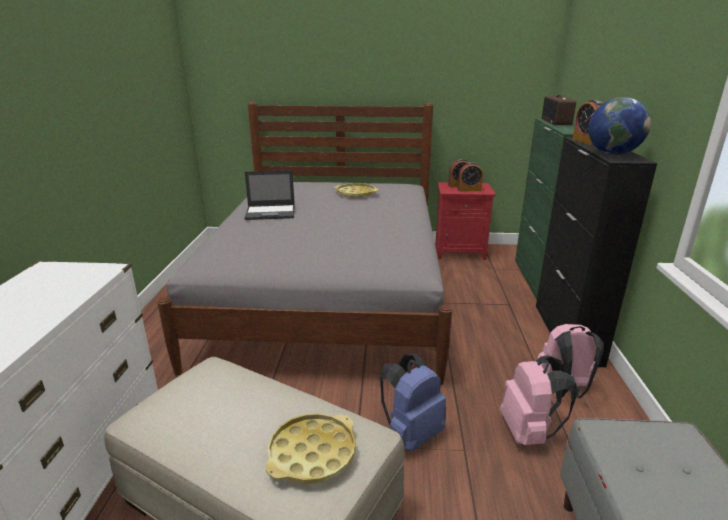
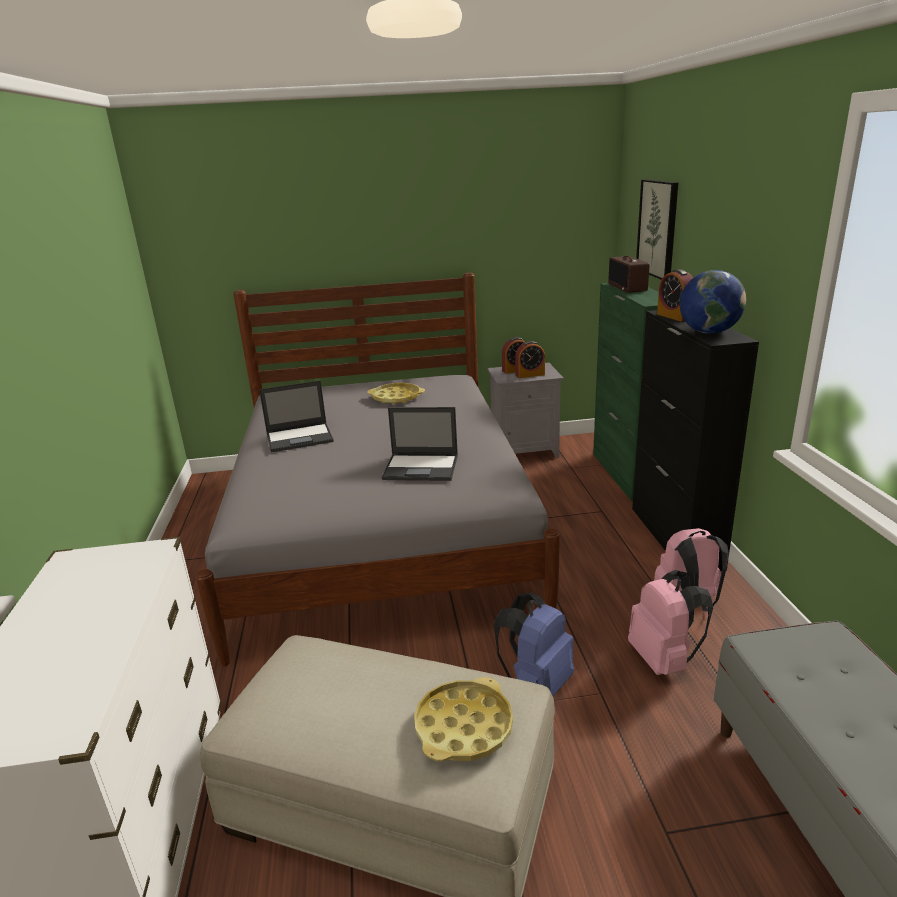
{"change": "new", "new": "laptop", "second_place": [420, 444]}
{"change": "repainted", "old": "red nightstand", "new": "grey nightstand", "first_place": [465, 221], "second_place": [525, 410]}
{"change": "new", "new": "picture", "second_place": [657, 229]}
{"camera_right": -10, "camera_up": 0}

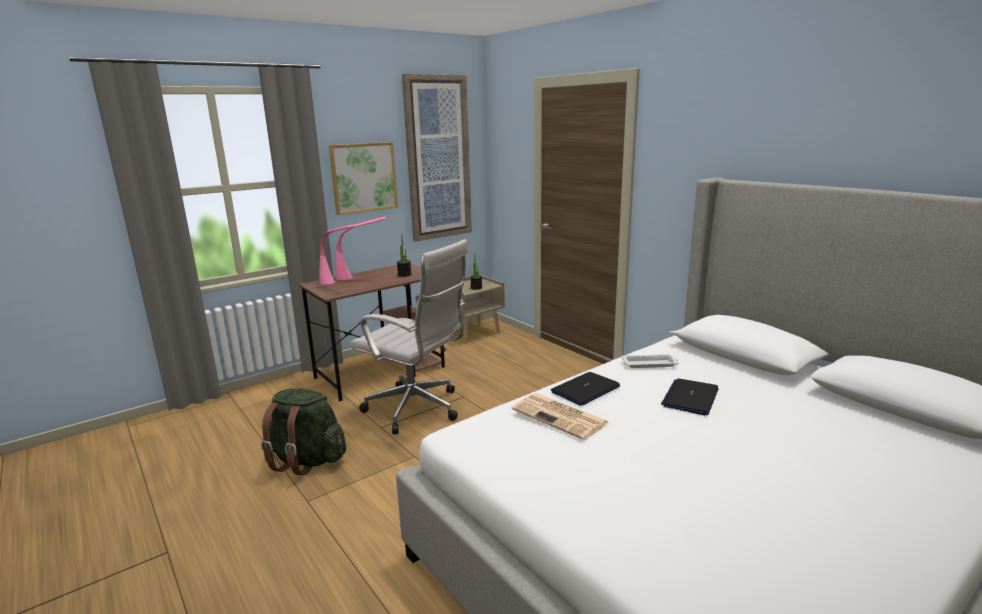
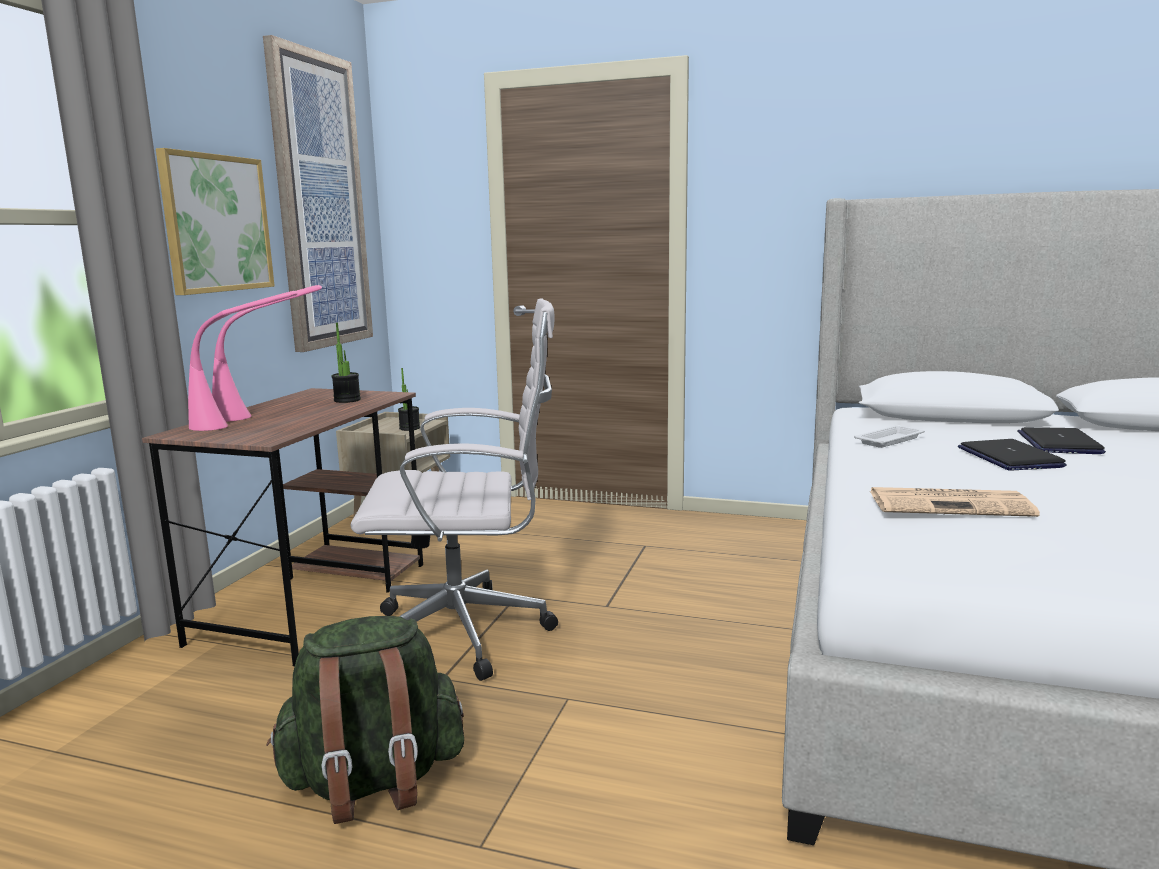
{"change": "shifted", "old": "laptop", "first_place": [585, 389], "second_place": [1062, 440]}
{"camera_right": -35, "camera_up": -5}

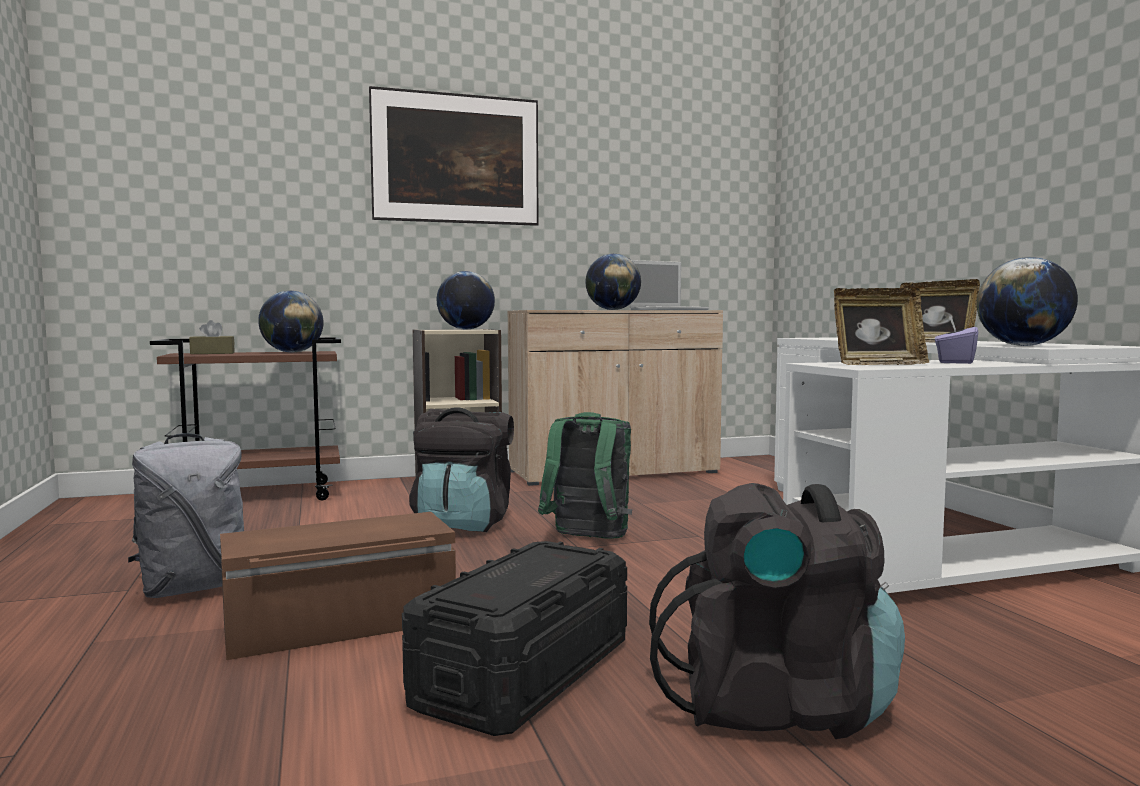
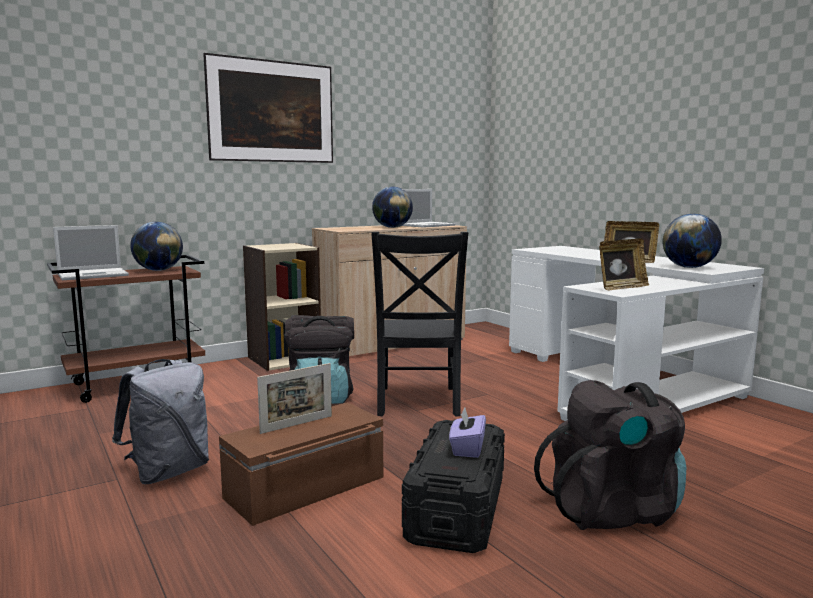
{"change": "swapped", "old": "brown tissue box", "new": "laptop", "first_place": [212, 337], "second_place": [91, 252]}
{"change": "new", "new": "picture frame", "second_place": [294, 398]}
{"change": "swapped", "old": "green backpack", "new": "black chair", "first_place": [585, 475], "second_place": [419, 324]}
{"change": "shifted", "old": "purple tissue box", "first_place": [956, 340], "second_place": [467, 432]}
{"change": "gone", "old": "globe", "first_place": [466, 300]}
{"camera_right": -15, "camera_up": 5}

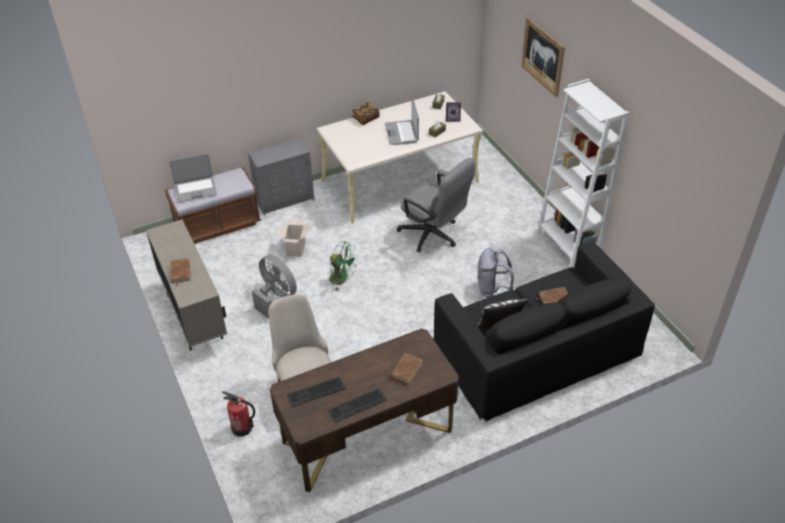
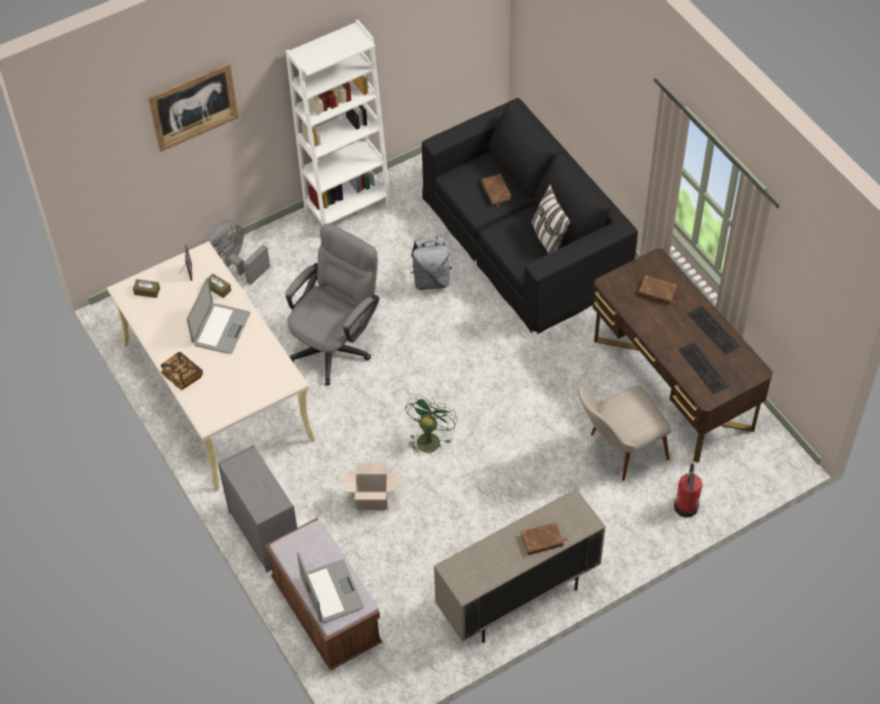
{"change": "rotated", "old": "laptop", "first_place": [402, 121], "second_place": [218, 316], "degrees": -60}
{"change": "shifted", "old": "grey fan", "first_place": [274, 287], "second_place": [235, 252]}
{"camera_right": -95, "camera_up": 10}

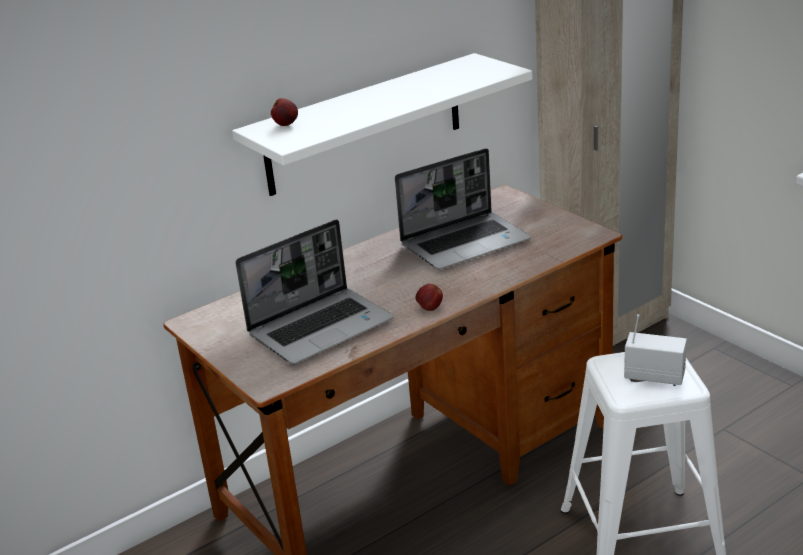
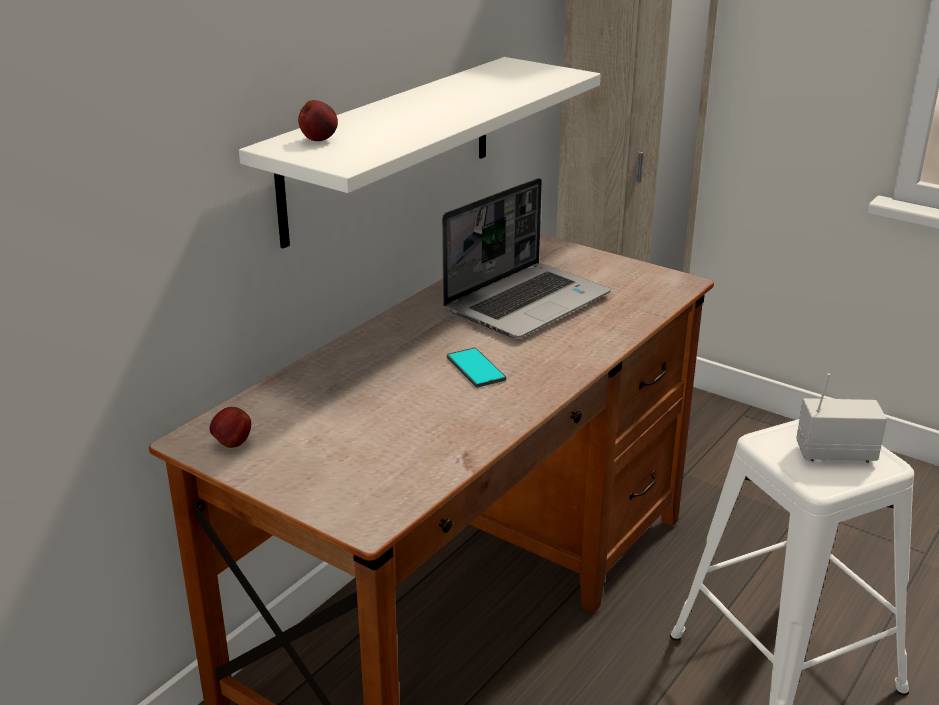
{"change": "shifted", "old": "apple", "first_place": [429, 297], "second_place": [230, 427]}
{"change": "new", "new": "phone", "second_place": [476, 367]}
{"change": "gone", "old": "laptop", "first_place": [314, 292]}
{"camera_right": -20, "camera_up": 0}

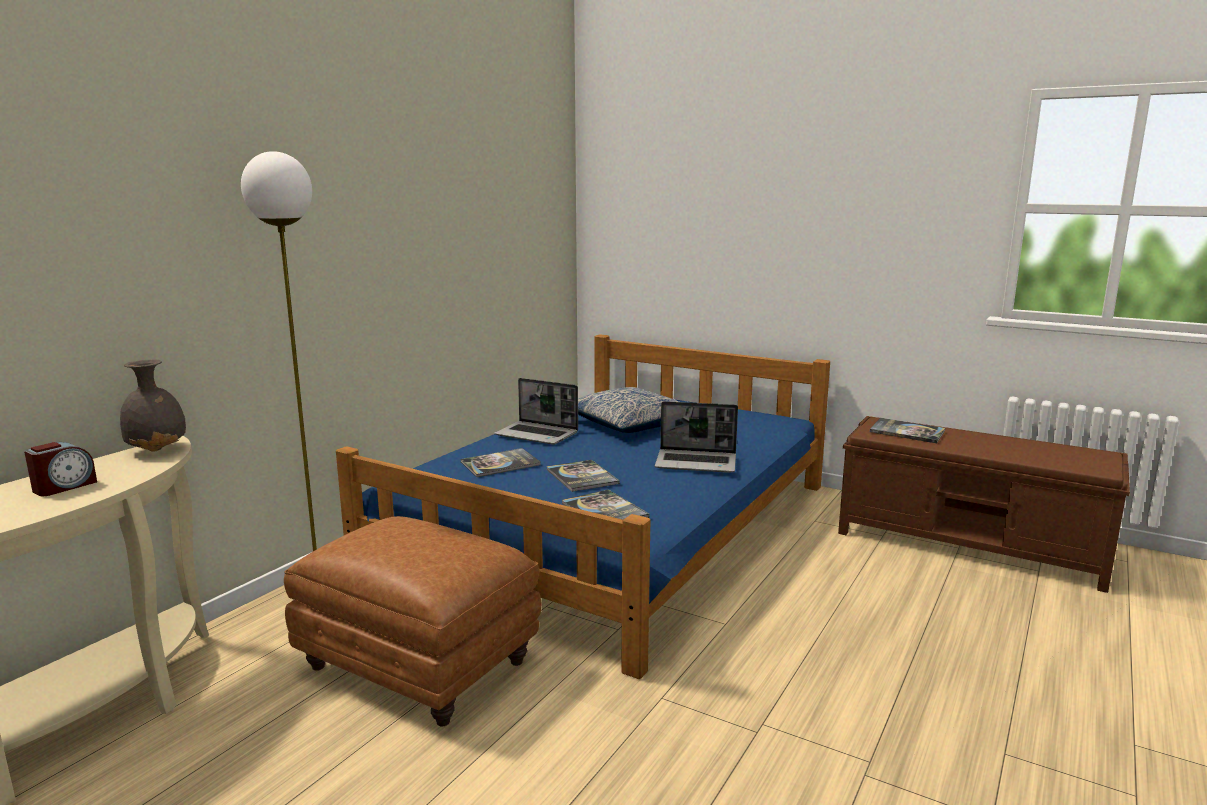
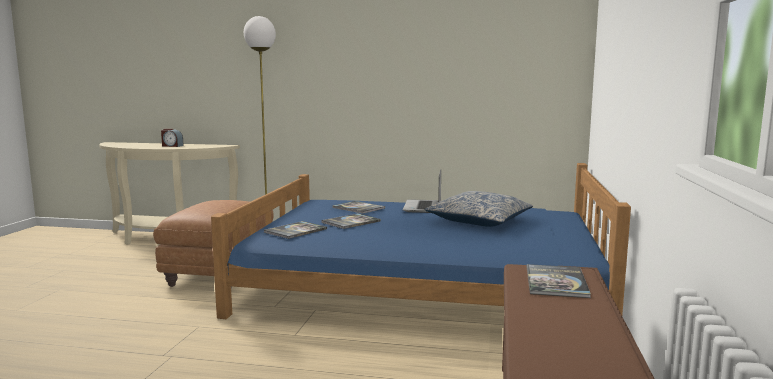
{"change": "gone", "old": "grey vase", "first_place": [153, 406]}
{"change": "gone", "old": "laptop", "first_place": [696, 437]}
{"camera_right": 70, "camera_up": -5}

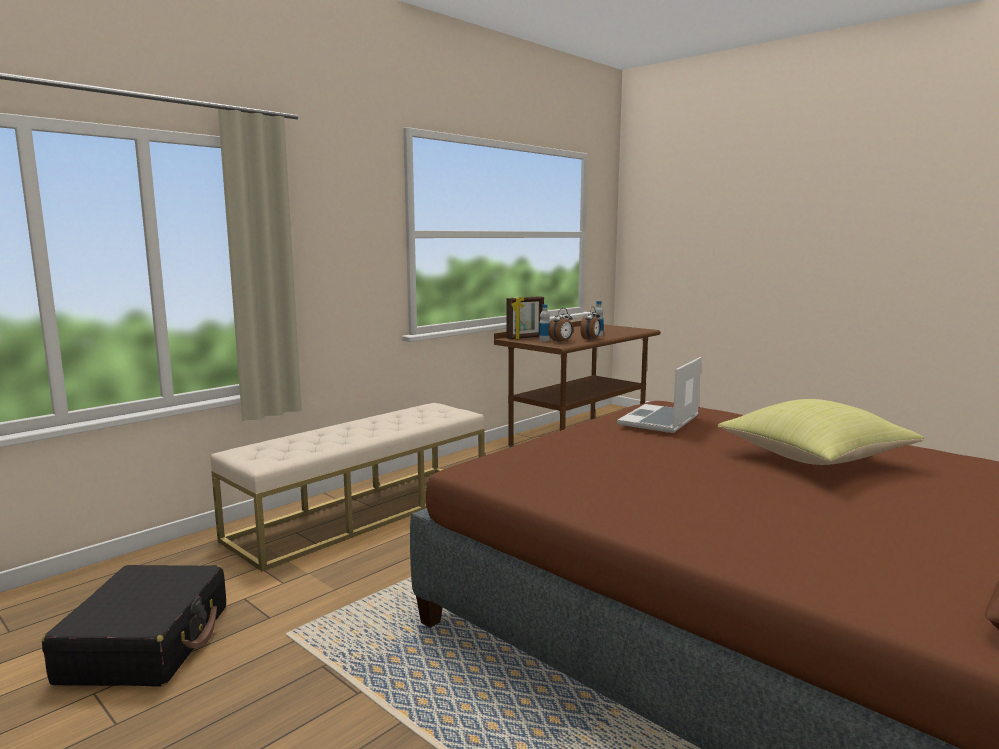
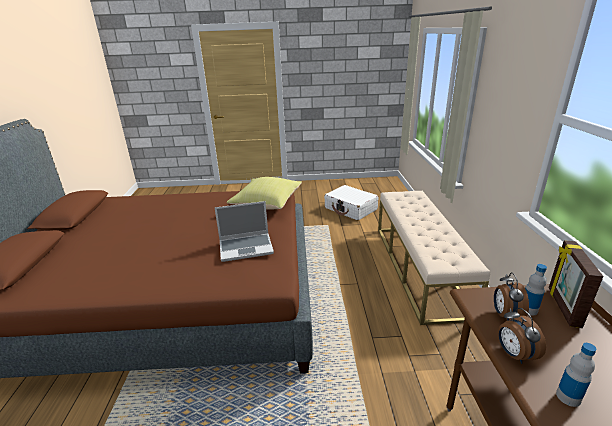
{"change": "rotated", "old": "laptop", "first_place": [659, 395], "second_place": [244, 231], "degrees": 90}
{"change": "shifted", "old": "yellow pillow", "first_place": [821, 432], "second_place": [264, 193]}
{"change": "repainted", "old": "black suitcase", "new": "white suitcase", "first_place": [134, 625], "second_place": [351, 202]}
{"camera_right": 135, "camera_up": 15}

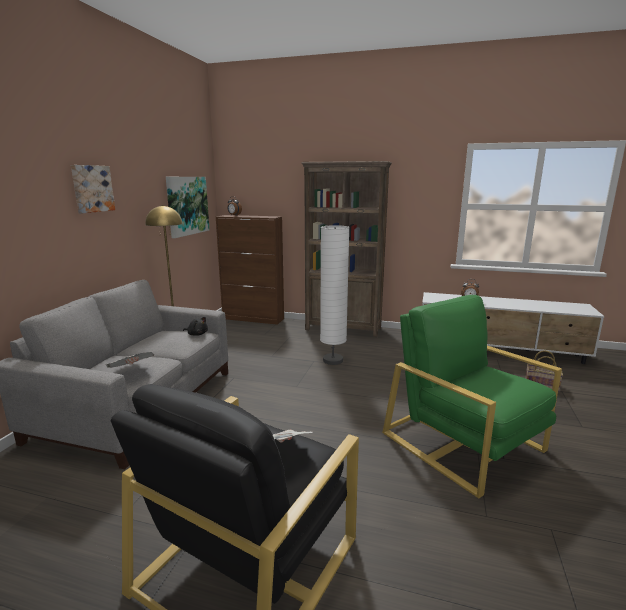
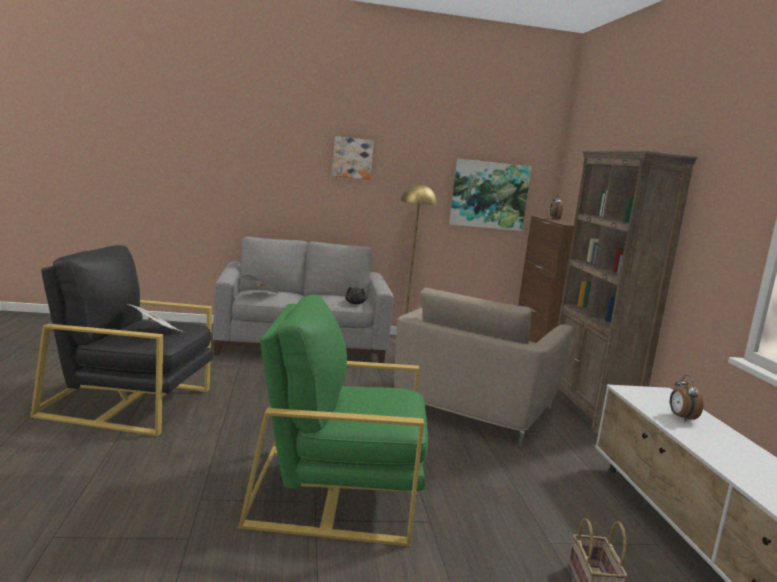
{"change": "rotated", "old": "green armchair", "first_place": [472, 396], "second_place": [333, 421], "degrees": -120}
{"change": "swapped", "old": "white floor lamp", "new": "beige armchair", "first_place": [335, 295], "second_place": [483, 367]}
{"camera_right": 65, "camera_up": -5}

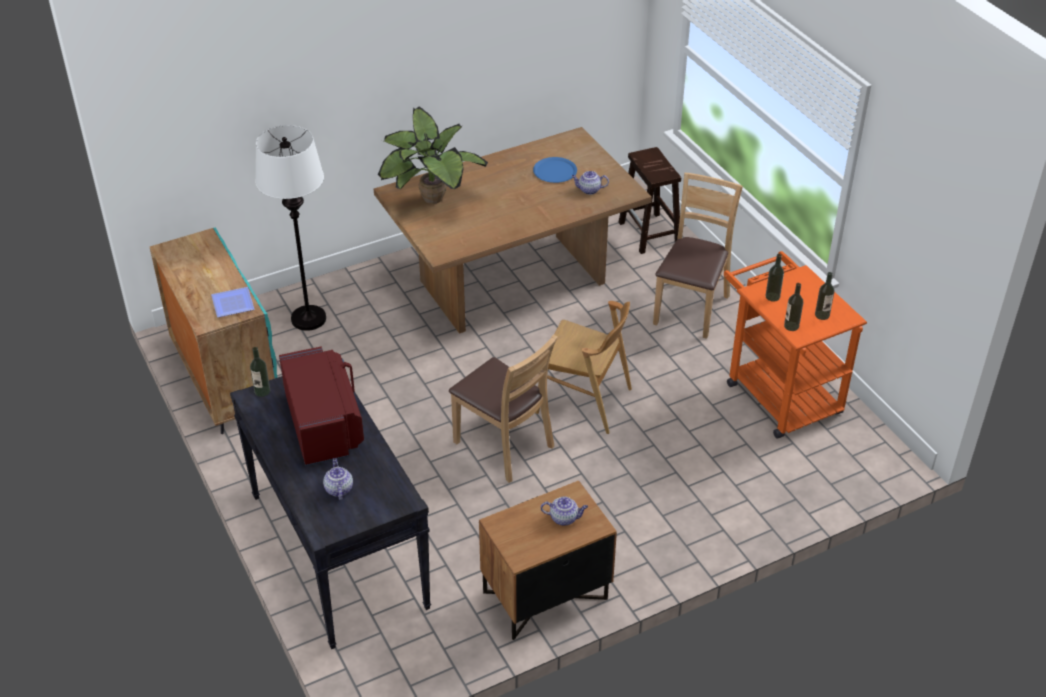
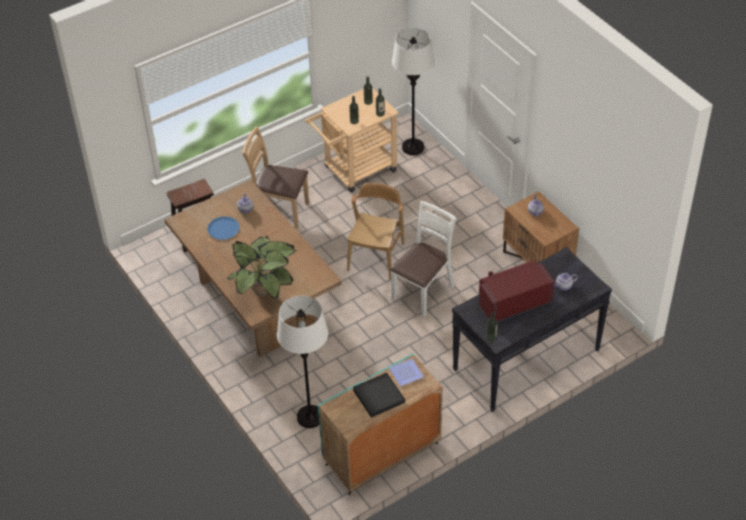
{"change": "repainted", "old": "orange cart", "new": "beige cart", "first_place": [795, 344], "second_place": [352, 140]}
{"change": "new", "new": "black tray", "second_place": [379, 395]}
{"change": "repainted", "old": "brown chair", "new": "white chair", "first_place": [503, 408], "second_place": [423, 259]}
{"change": "new", "new": "white floor lamp", "second_place": [413, 91]}
{"camera_right": -95, "camera_up": 5}

